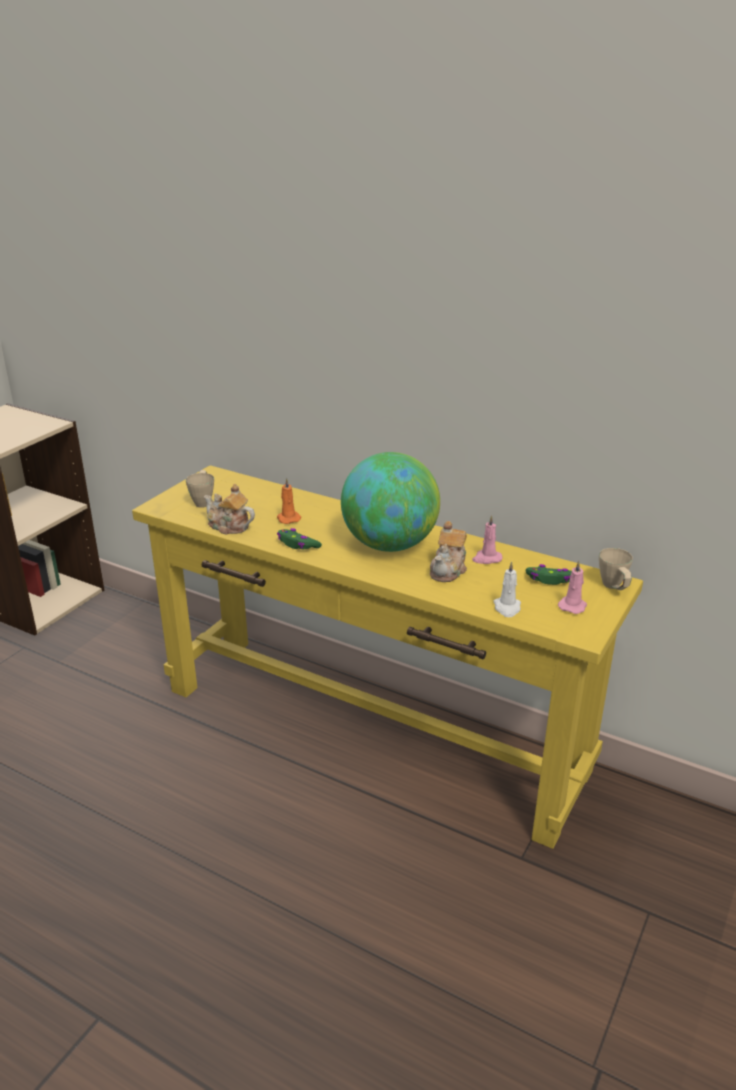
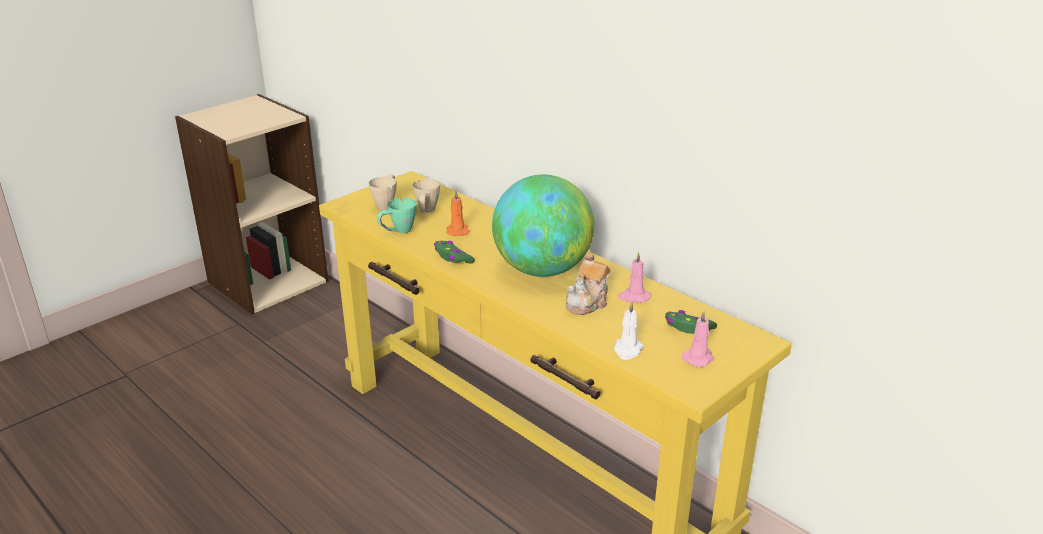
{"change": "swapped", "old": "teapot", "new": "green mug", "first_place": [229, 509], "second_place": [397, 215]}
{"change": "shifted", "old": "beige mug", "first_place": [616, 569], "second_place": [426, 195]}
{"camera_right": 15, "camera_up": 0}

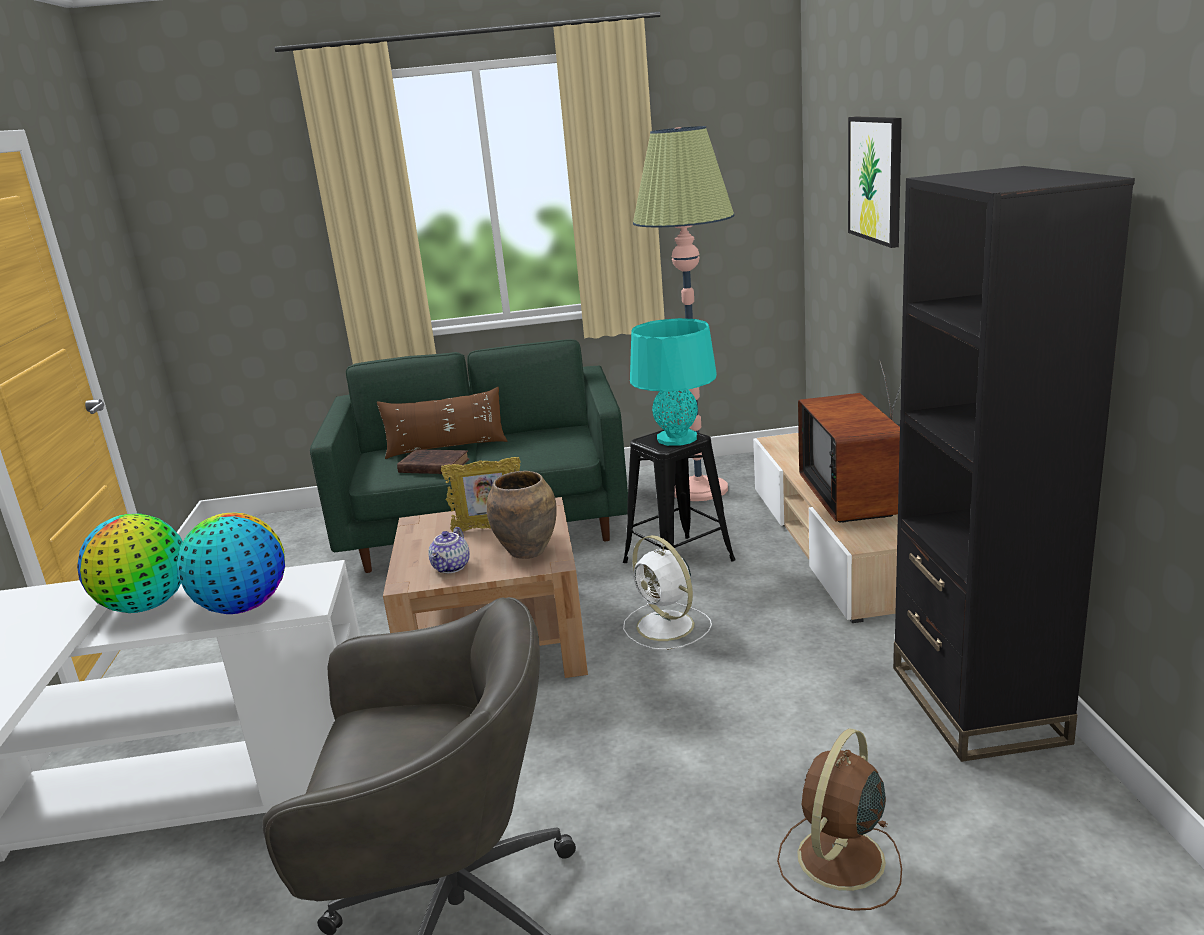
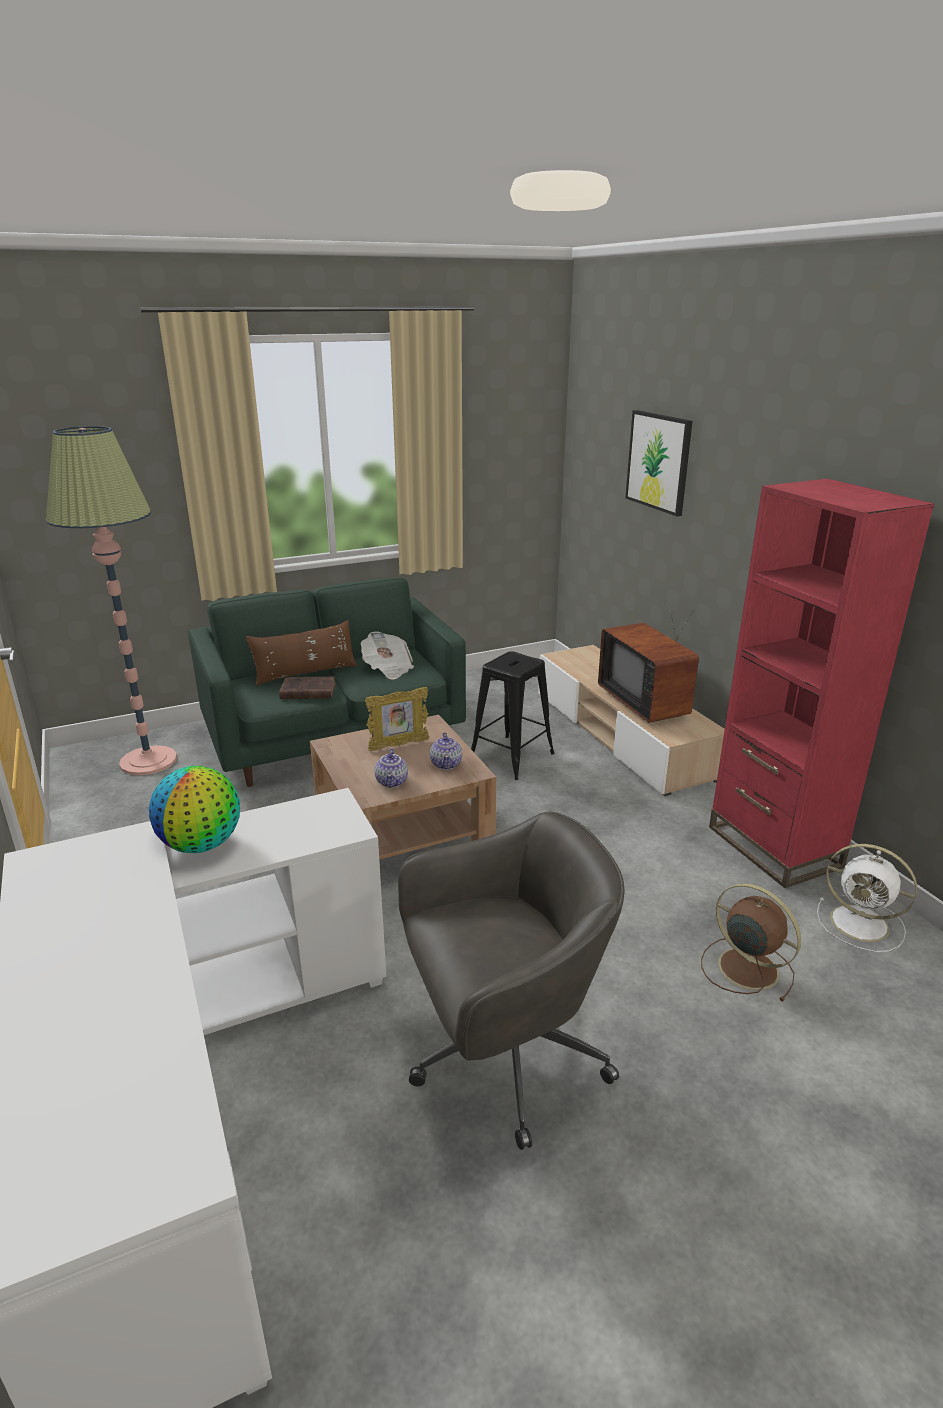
{"change": "shifted", "old": "floor lamp", "first_place": [683, 313], "second_place": [111, 600]}
{"change": "new", "new": "newspaper", "second_place": [387, 655]}
{"change": "swapped", "old": "brown vase", "new": "teapot", "first_place": [521, 515], "second_place": [446, 751]}
{"change": "rotated", "old": "brown fan", "first_place": [839, 820], "second_place": [751, 942], "degrees": 120}
{"change": "repainted", "old": "black bookcase", "new": "red bookcase", "first_place": [1014, 464], "second_place": [821, 683]}
{"change": "shifted", "old": "white fan", "first_place": [667, 592], "second_place": [867, 898]}
{"change": "gone", "old": "globe", "first_place": [231, 563]}
{"change": "gone", "old": "turquoise table lamp", "first_place": [673, 382]}
{"camera_right": -20, "camera_up": 5}

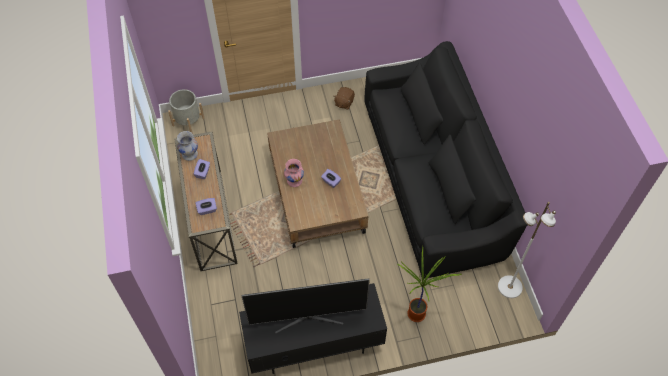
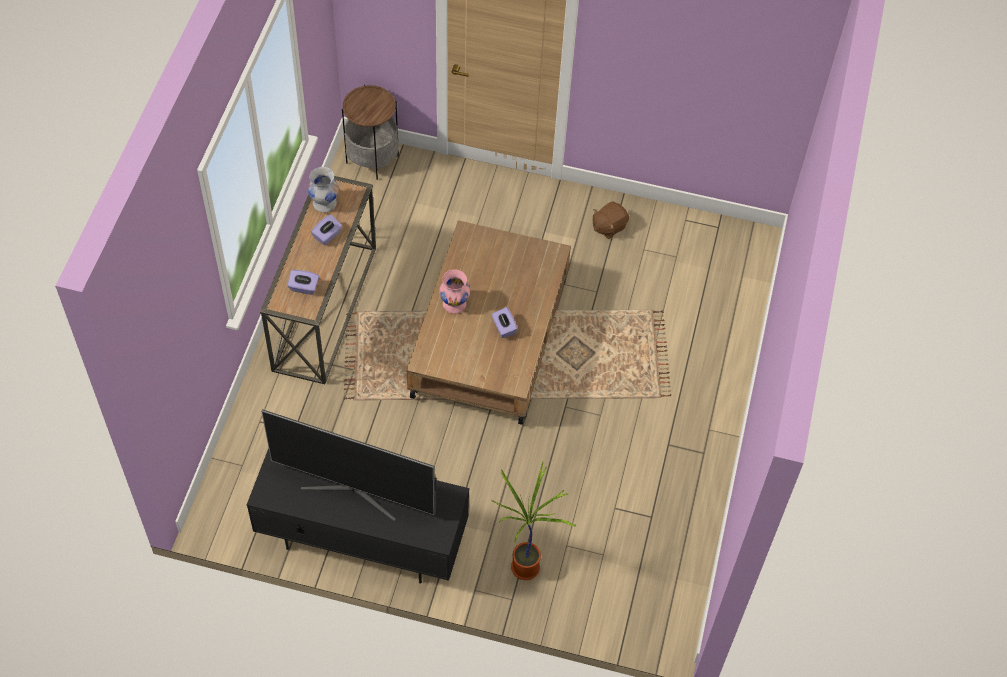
{"change": "swapped", "old": "grey planter", "new": "side table", "first_place": [186, 111], "second_place": [370, 132]}
{"change": "gone", "old": "black sofa", "first_place": [445, 160]}
{"change": "gone", "old": "white floor lamp", "first_place": [527, 250]}
{"camera_right": 25, "camera_up": 0}

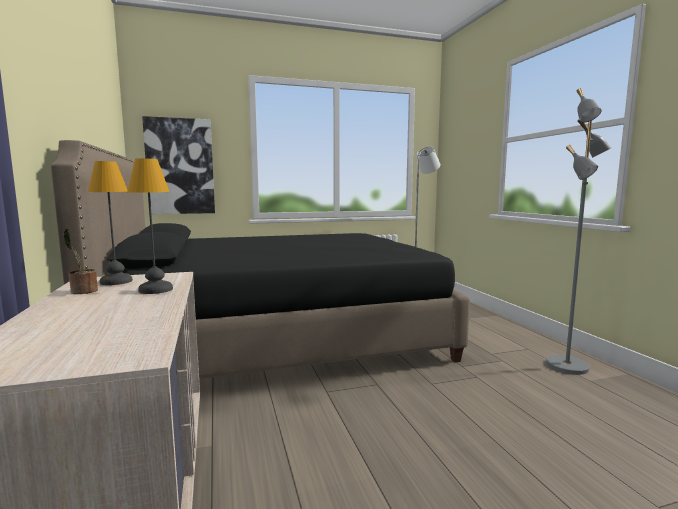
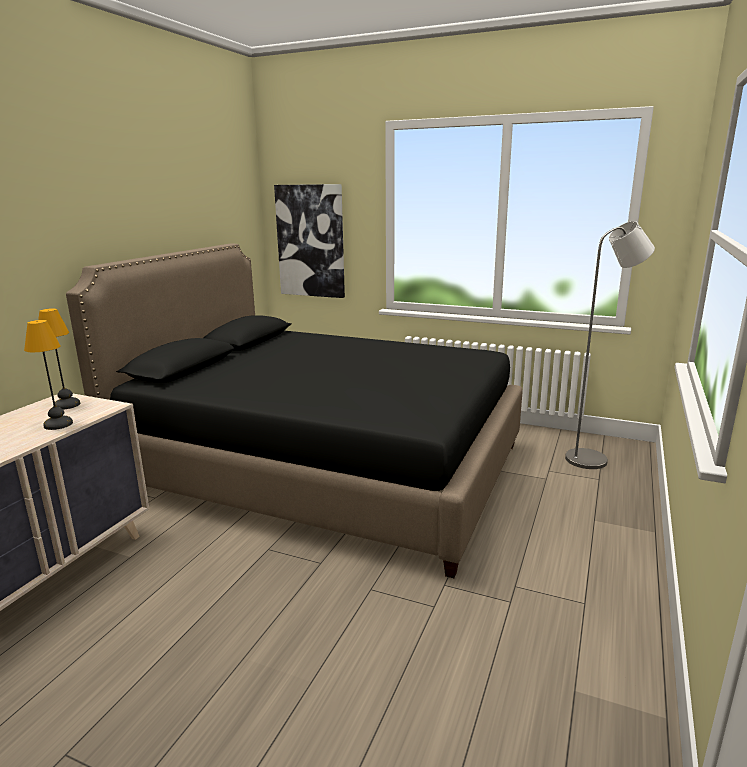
{"change": "gone", "old": "potted plant", "first_place": [80, 261]}
{"change": "gone", "old": "grey floor lamp", "first_place": [579, 231]}
{"camera_right": 40, "camera_up": 10}

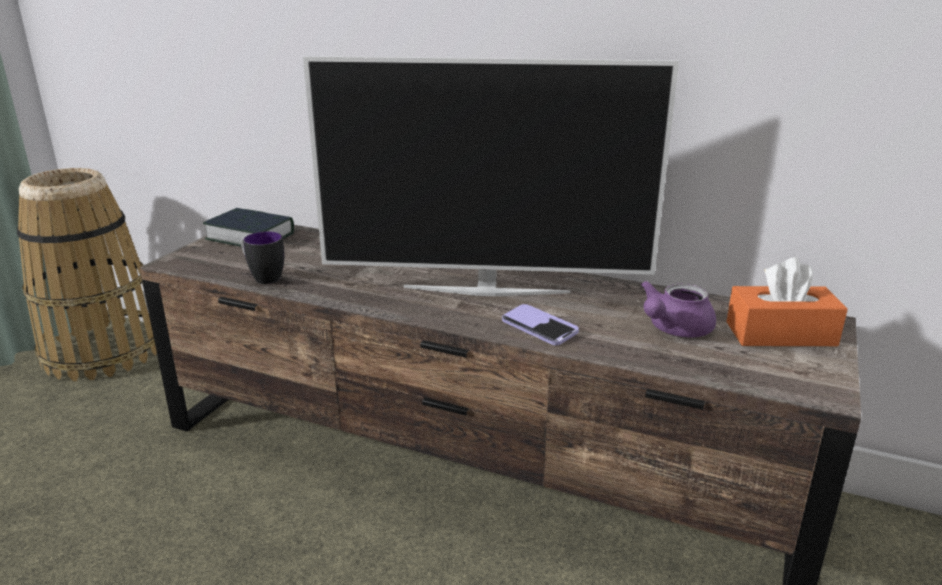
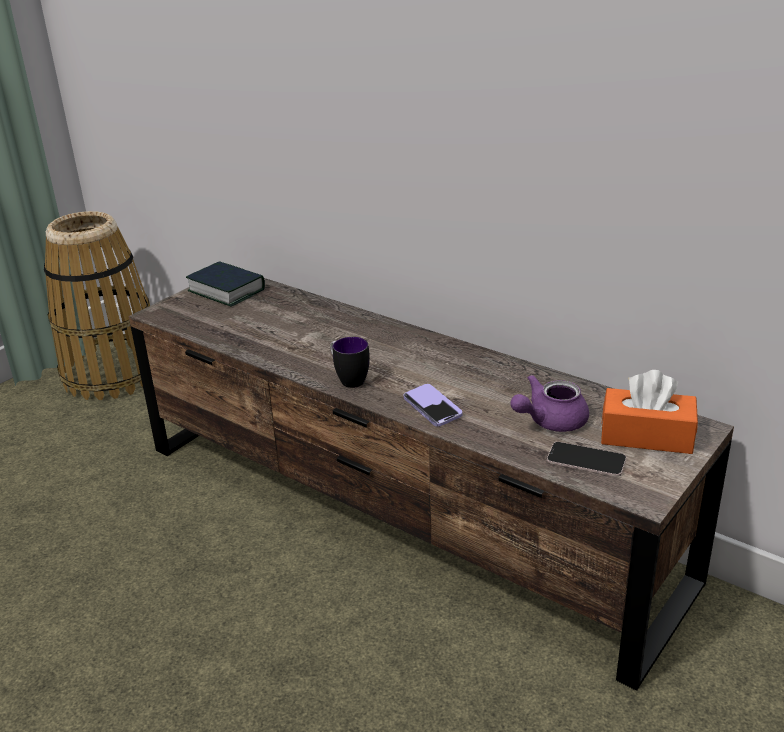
{"change": "shifted", "old": "mug", "first_place": [263, 257], "second_place": [350, 362]}
{"change": "new", "new": "phone", "second_place": [586, 459]}
{"change": "gone", "old": "television", "first_place": [491, 176]}
{"camera_right": 15, "camera_up": 5}

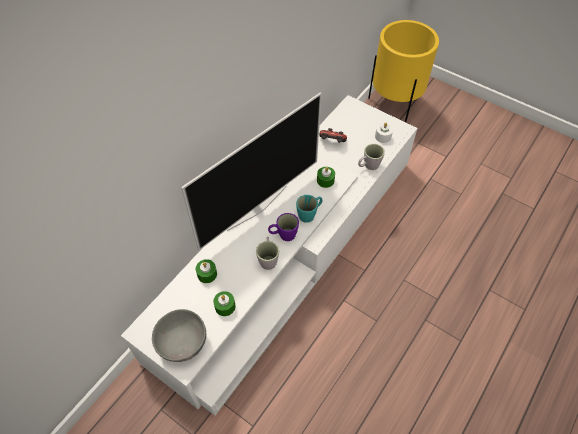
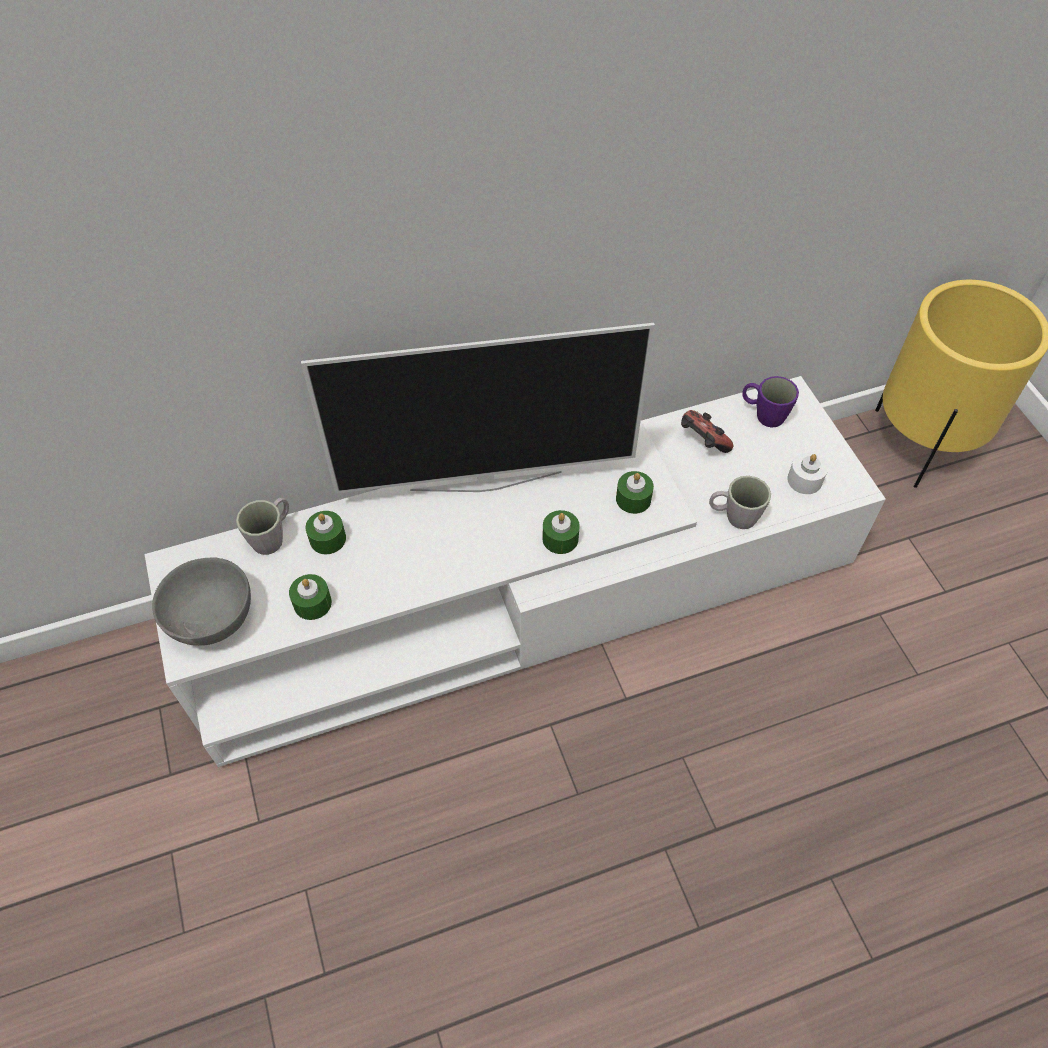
{"change": "shifted", "old": "grey mug", "first_place": [267, 253], "second_place": [262, 526]}
{"change": "swapped", "old": "turquoise mug", "new": "green candle", "first_place": [309, 209], "second_place": [561, 532]}
{"change": "shifted", "old": "purple mug", "first_place": [283, 227], "second_place": [771, 402]}
{"camera_right": 35, "camera_up": 0}

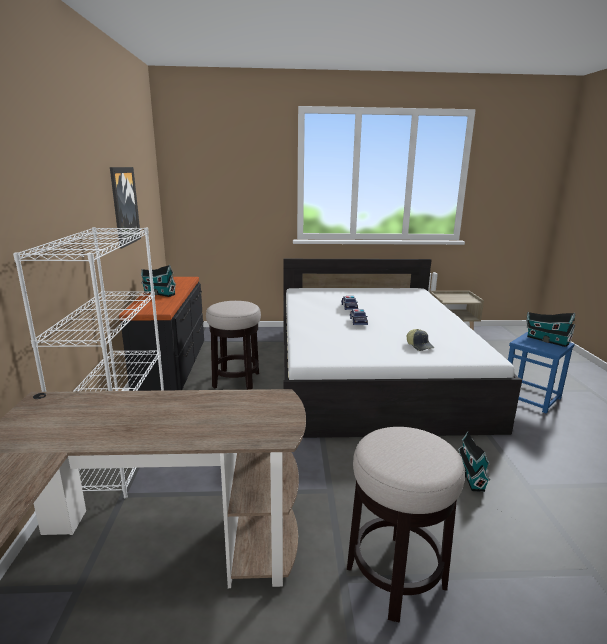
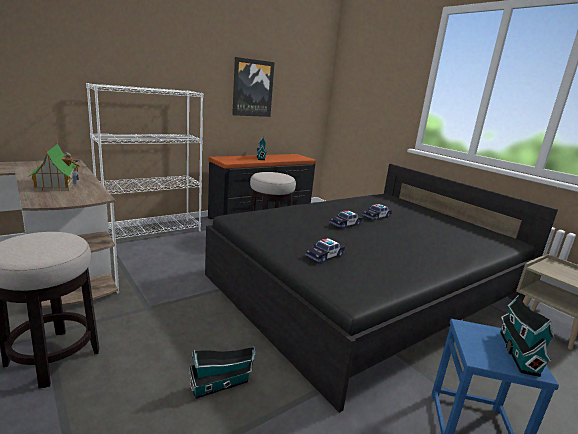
{"change": "new", "new": "toy house", "second_place": [53, 166]}
{"change": "repainted", "old": "white bed", "new": "black bed", "first_place": [402, 348], "second_place": [381, 288]}
{"change": "swapped", "old": "cap", "new": "toy car", "first_place": [420, 340], "second_place": [325, 250]}
{"camera_right": 55, "camera_up": 0}

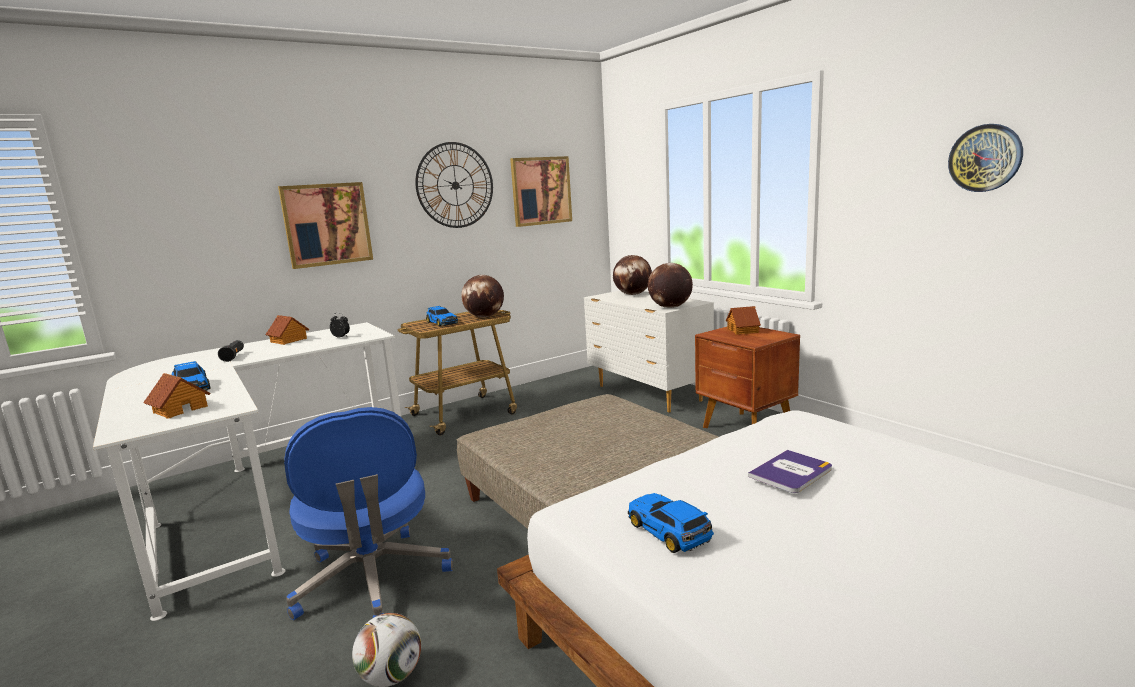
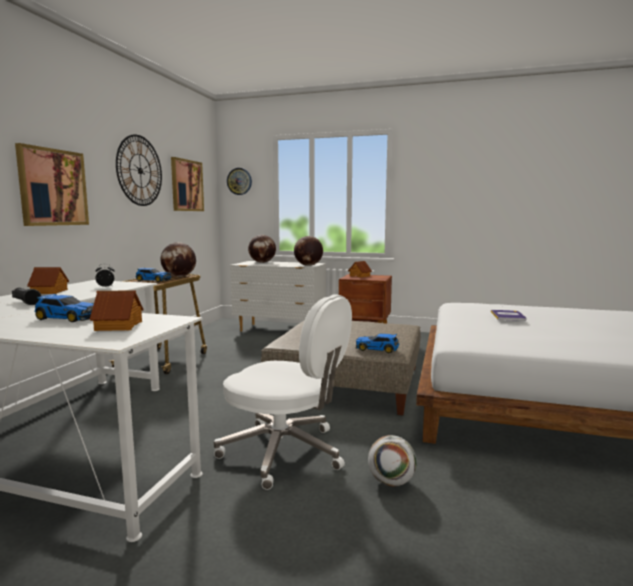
{"change": "repainted", "old": "blue office chair", "new": "white office chair", "first_place": [368, 513], "second_place": [283, 392]}
{"change": "shifted", "old": "wall clock", "first_place": [985, 158], "second_place": [239, 181]}
{"change": "shifted", "old": "toy car", "first_place": [671, 523], "second_place": [377, 343]}
{"camera_right": -40, "camera_up": -5}

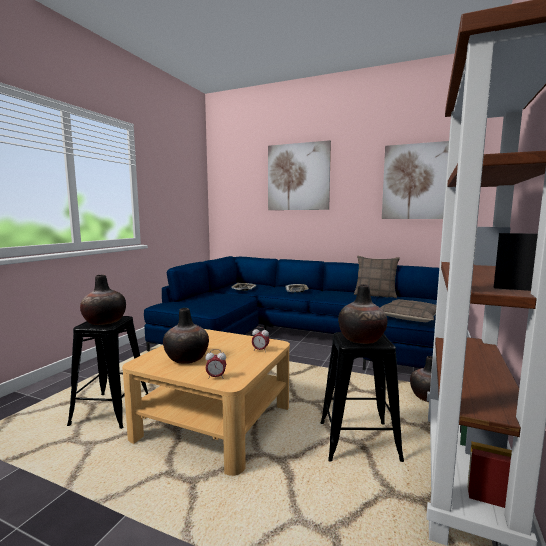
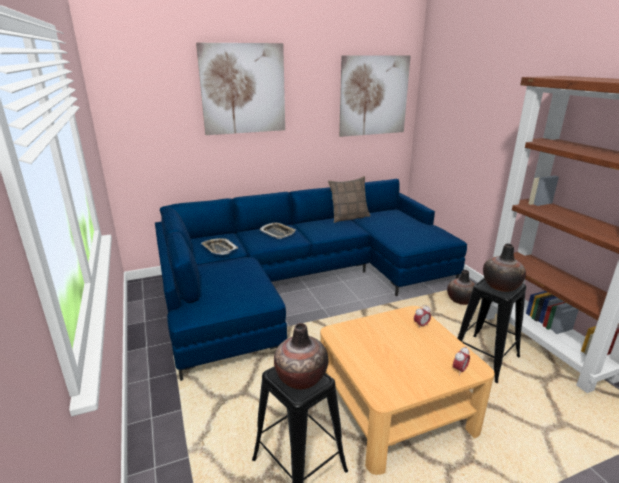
{"change": "gone", "old": "vase", "first_place": [186, 336]}
{"change": "gone", "old": "pillow", "first_place": [408, 310]}
{"camera_right": -45, "camera_up": 15}

